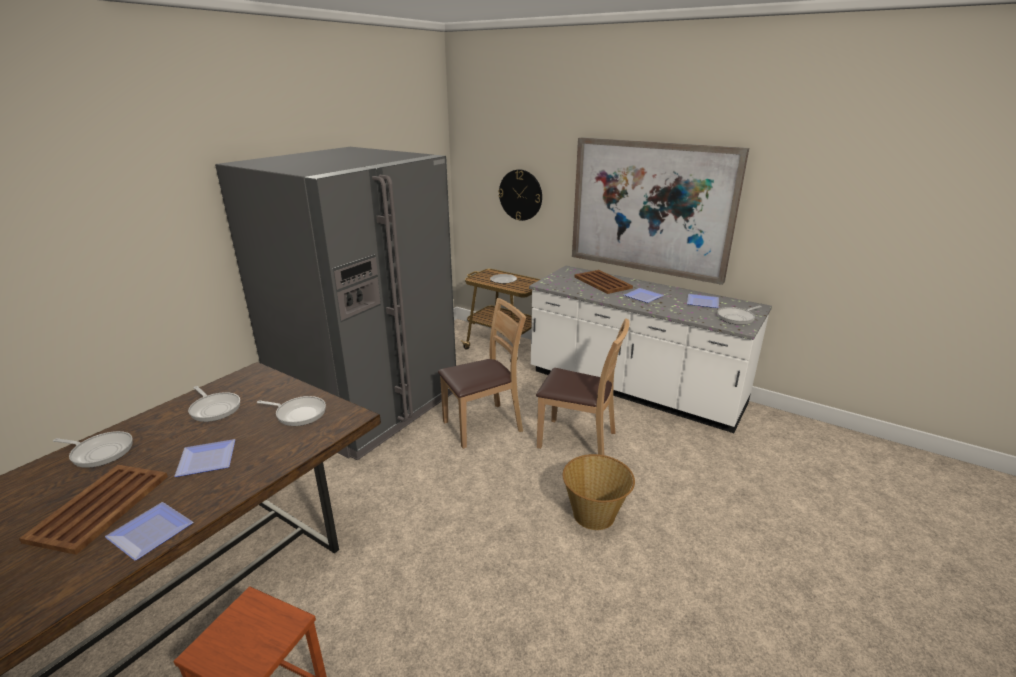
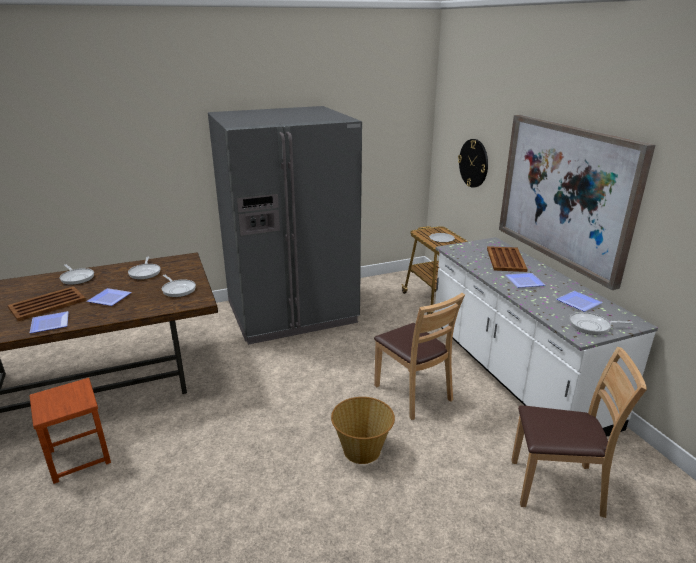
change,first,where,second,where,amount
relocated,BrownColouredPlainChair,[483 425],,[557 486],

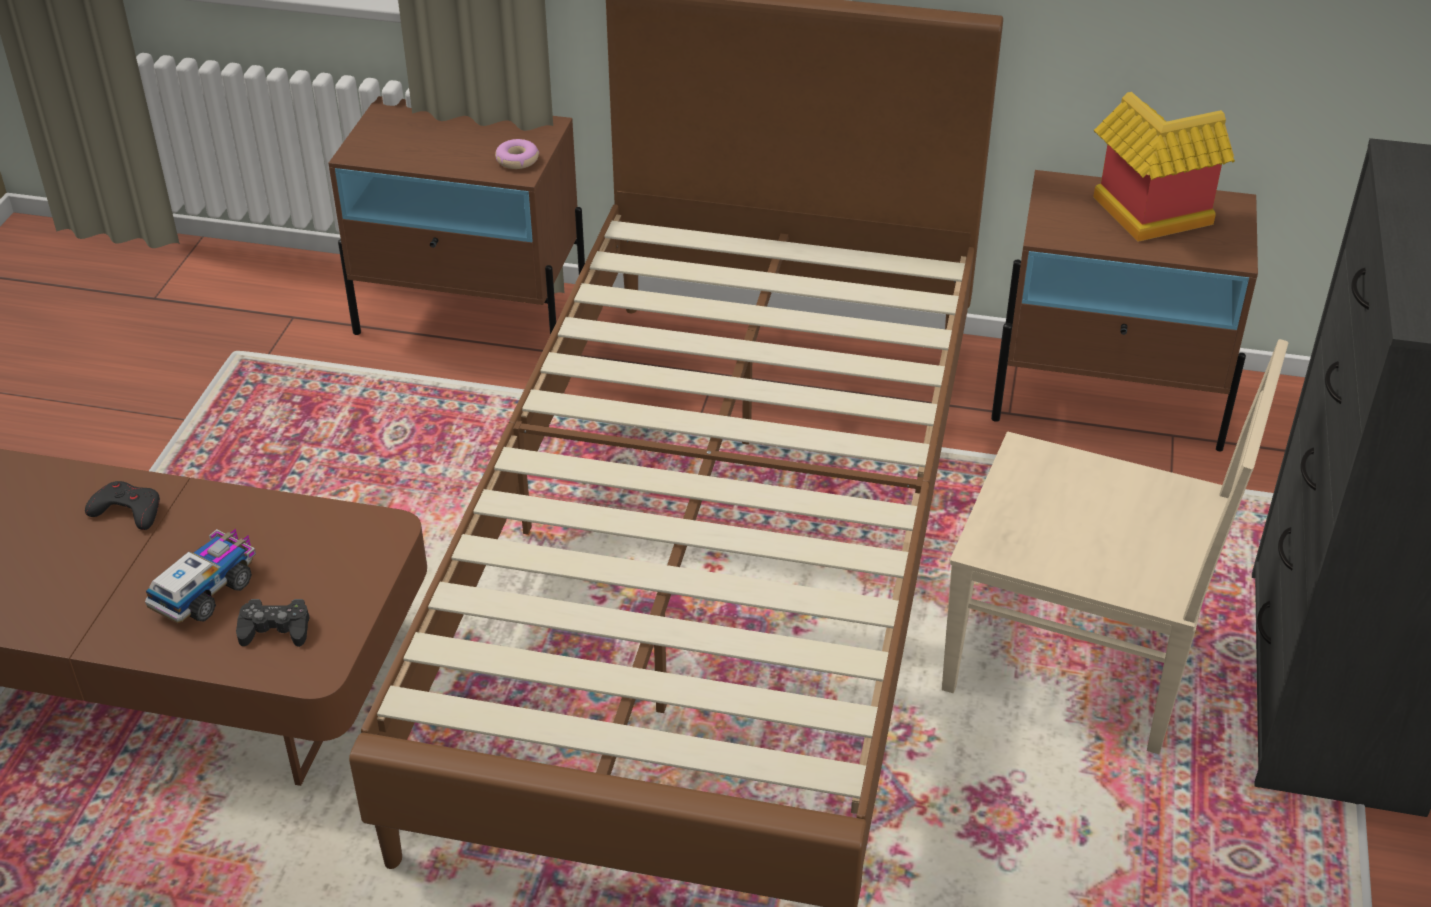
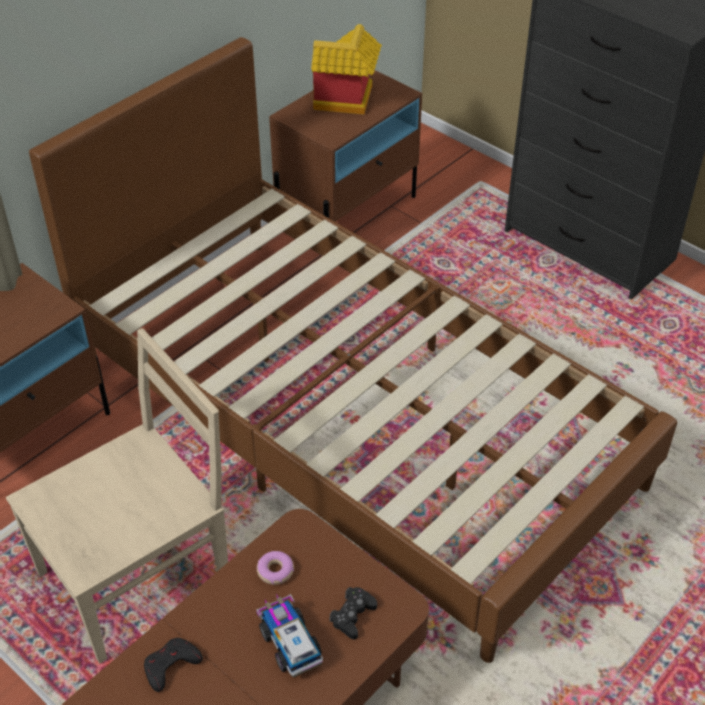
change,first,where,second,where,amount
relocated,RingDoughnut,[517 160],,[275 571],
relocated,BeigeColouredPlainChair,[1079 660],,[138 576],

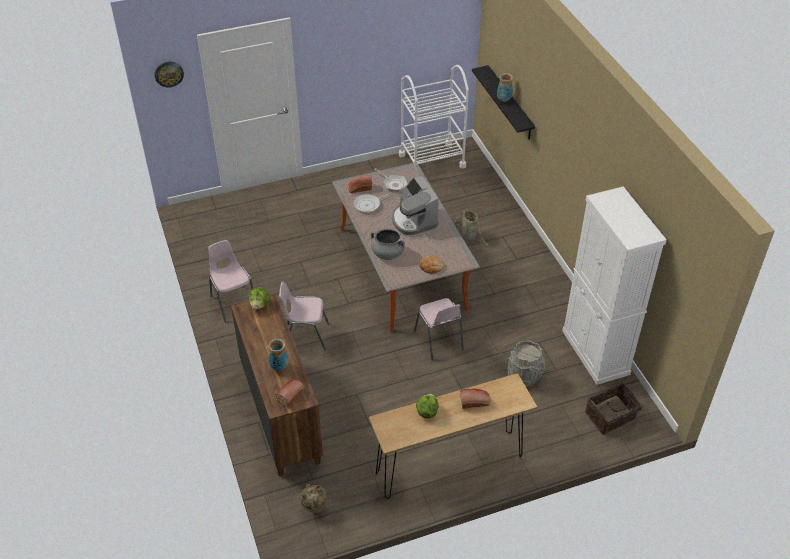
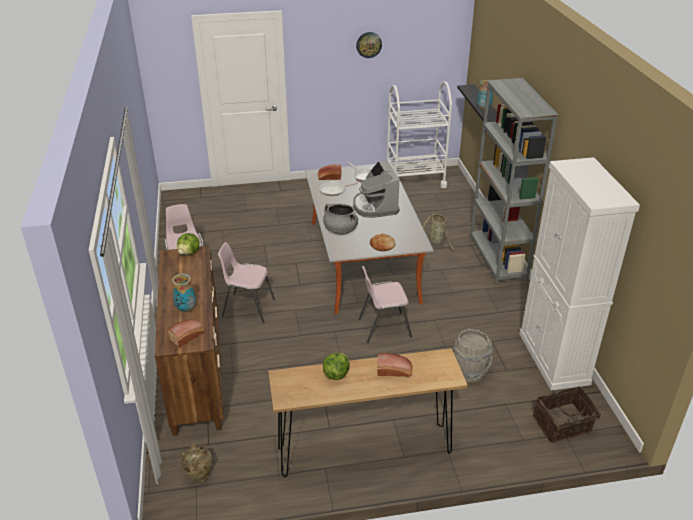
change,first,where,second,where,amount
relocated,ClockOnTheWall,[169 74],,[368 44],
spun,PinkishPlainChair,[439 340],,[384 327],90 degrees clockwise
appeared,,,GreyBookshelf,[497 259],

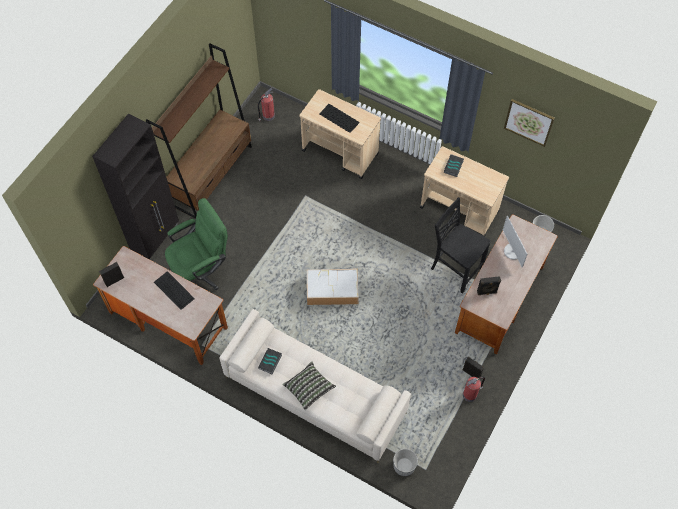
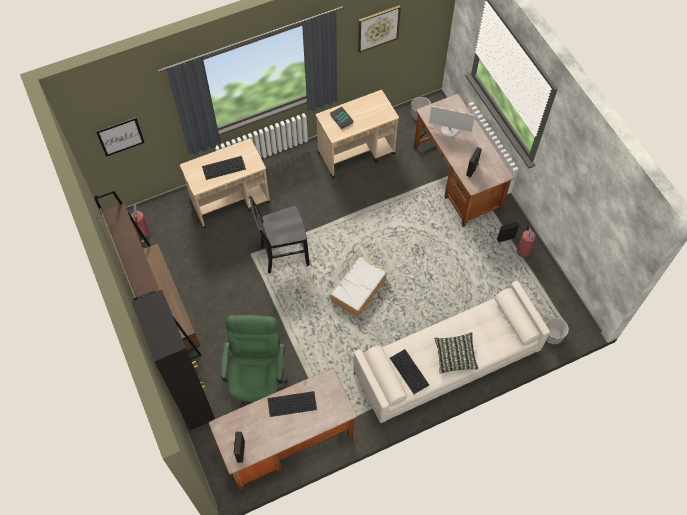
change,first,where,second,where,amount
exchanged,Book,[270 362],PcKeyboard,[409 371],
relocated,BlackishPlainChair,[455 268],,[283 255],
appeared,,,WallPicture,[120 136],

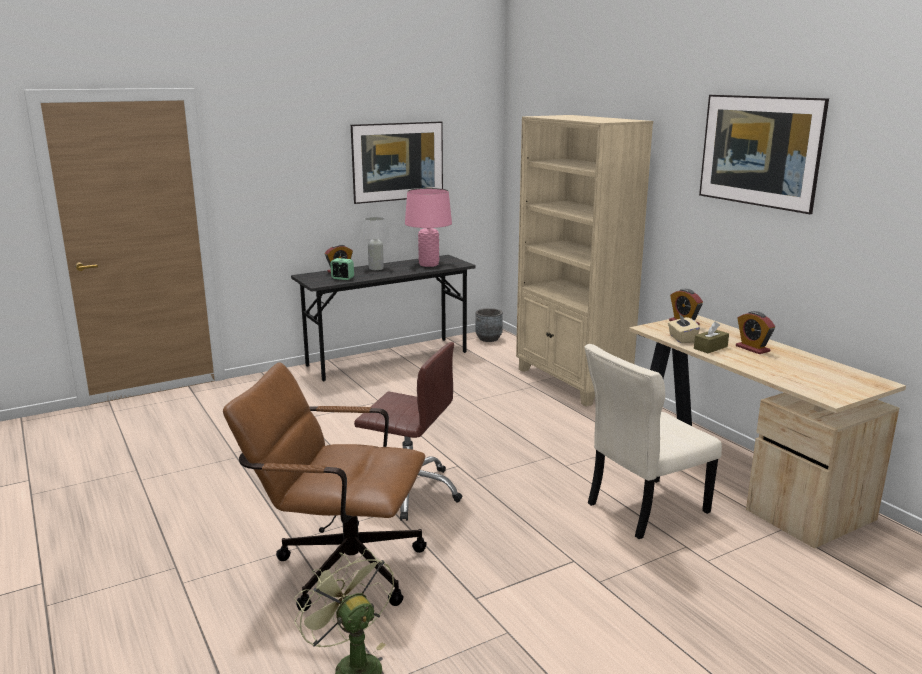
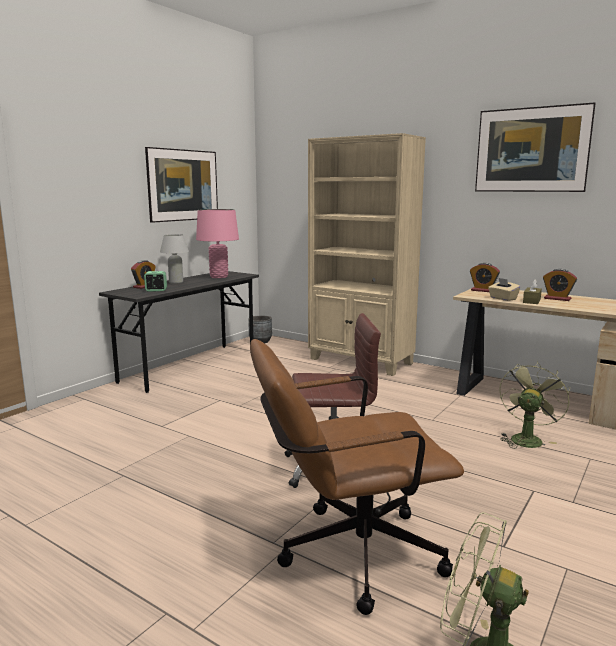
change,first,where,second,where,amount
exchanged,BeigeColouredPlainChair,[643 509],GreenishCoolingFan,[526 438],

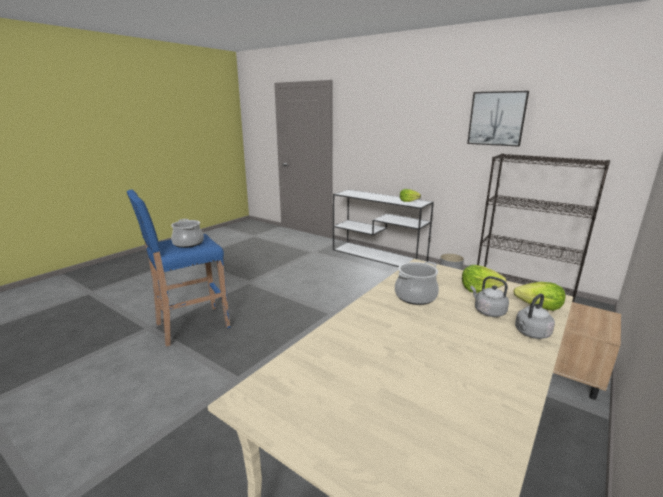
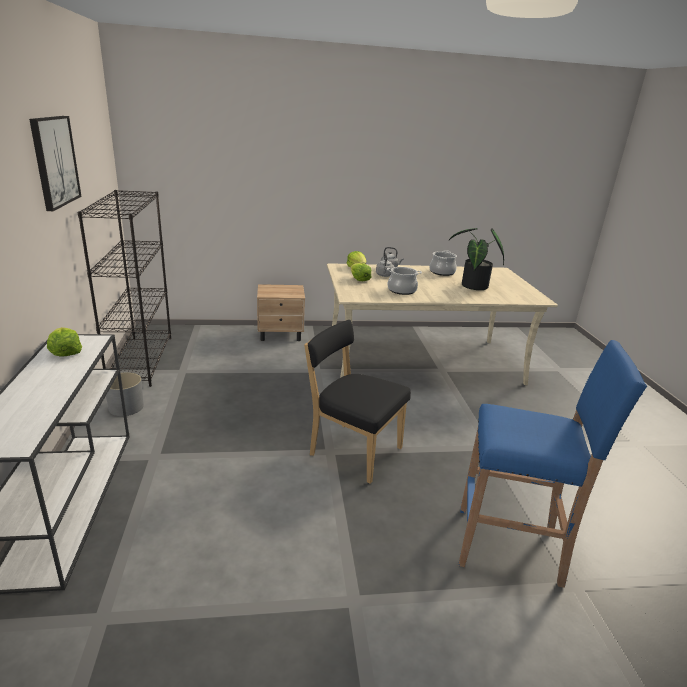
change,first,where,second,where,amount
relocated,Stockpot,[188 243],,[441 272],
appeared,,,BlackishPlainChair,[352 450],
appeared,,,PlantInAPot,[472 286],

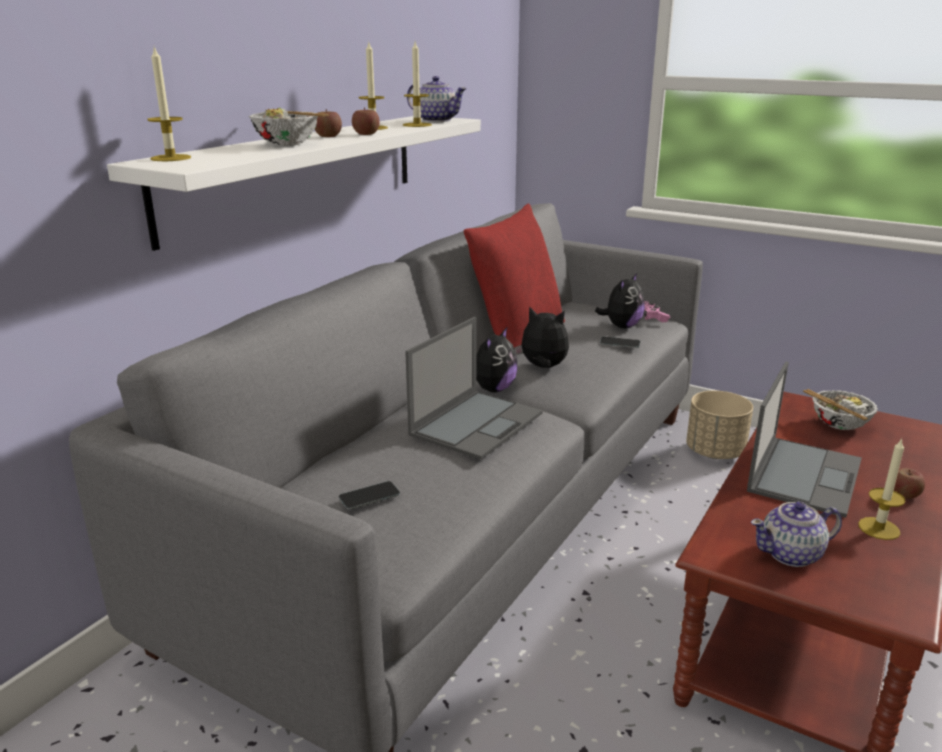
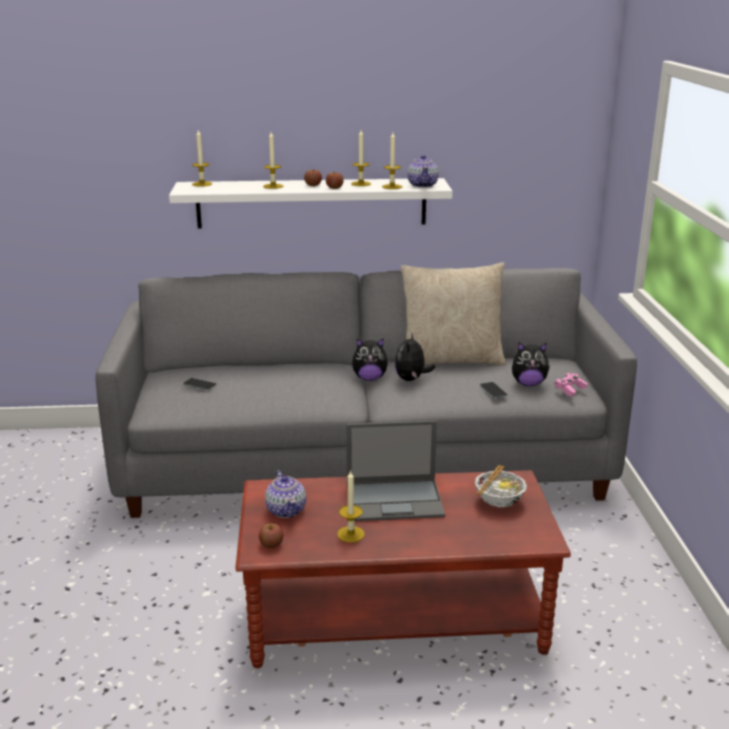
change,first,where,second,where,amount
exchanged,ServingBowl,[287 144],WaxCandle,[273 186],
missing,PortableComputer,[477 423],,,
colour,RedColouredCushion,[516 337],BeigeColouredCushion,[451 360],
spun,PlushToy,[543 367],,[411 379],150 degrees counterclockwise
missing,BeigeColouredPlantPot,[714 452],,,
spun,TeaPot,[791 554],,[286 510],150 degrees counterclockwise
relocated,Apple,[904 494],,[271 544],

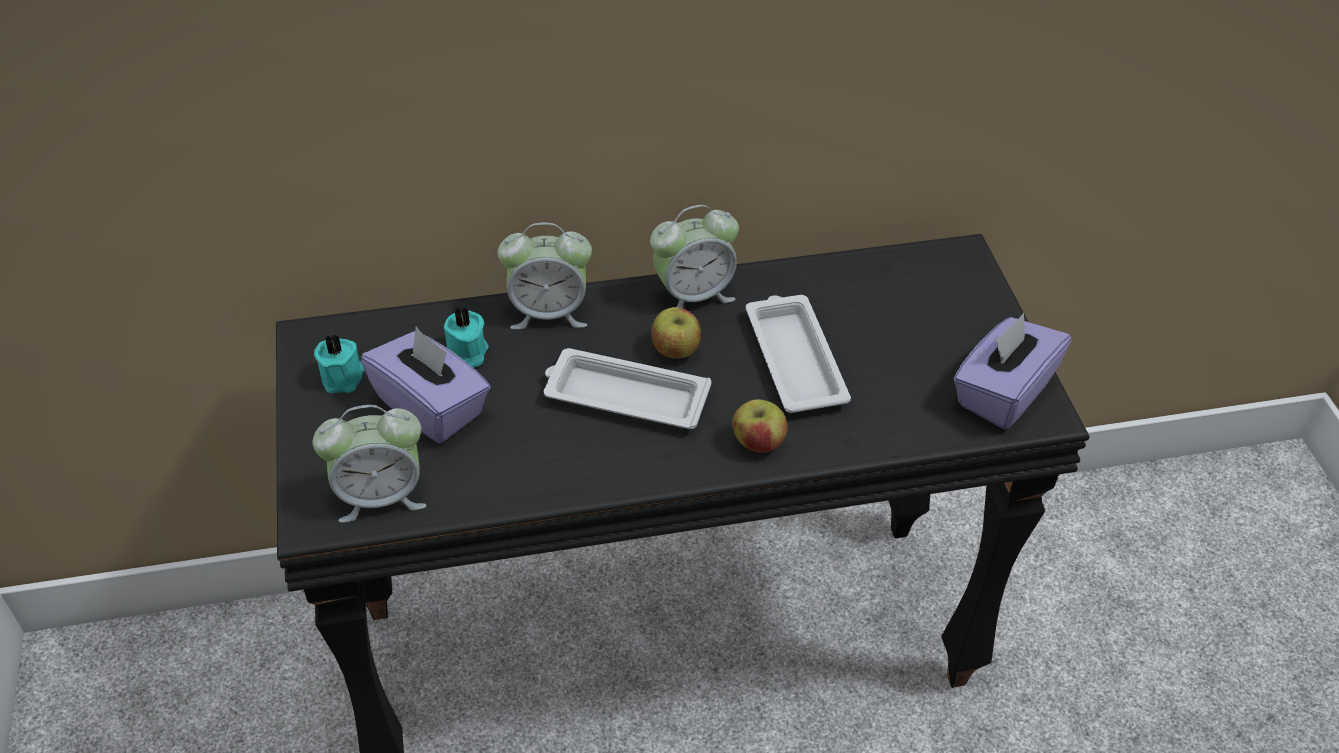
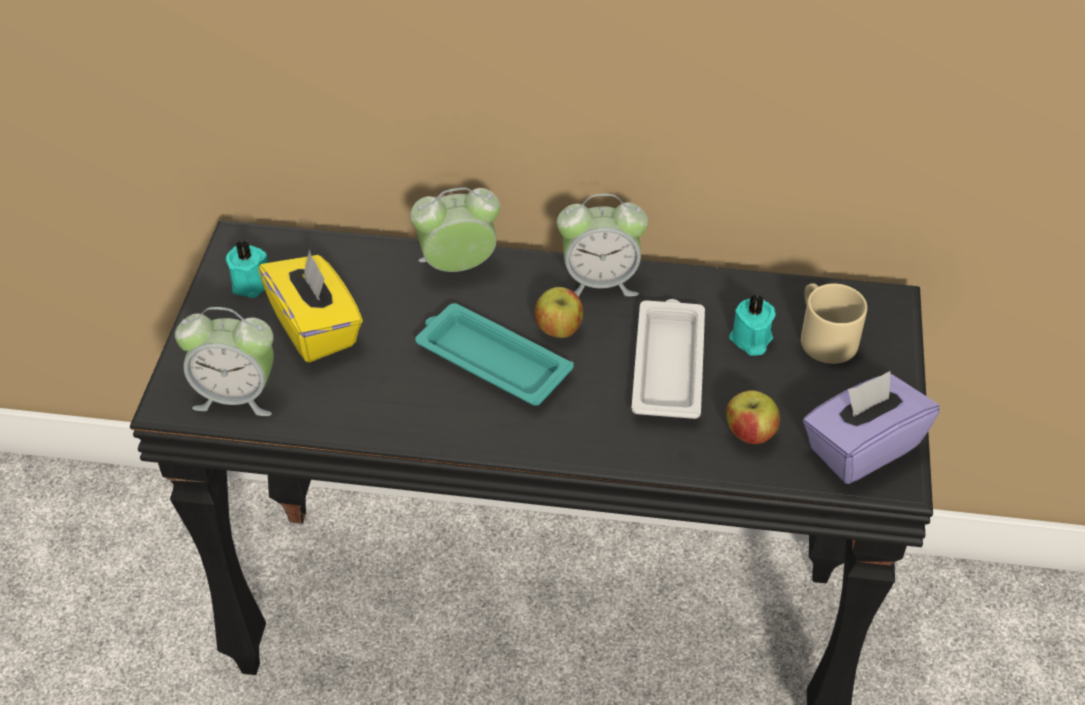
change,first,where,second,where,amount
colour,PurpleTissueHolder,[432 407],YellowTissueHolder,[316 328],
relocated,TurquoiseColouredWaxCandle,[467 353],,[750 340],
spun,TableClock,[548 312],,[458 267],150 degrees clockwise
colour,WhiteColouredCarryingTray,[624 396],TurquoiseColouredCarryingTray,[490 361],
relocated,Apple,[758 443],,[750 434],
appeared,,,BeigeColouredMug,[822 336],

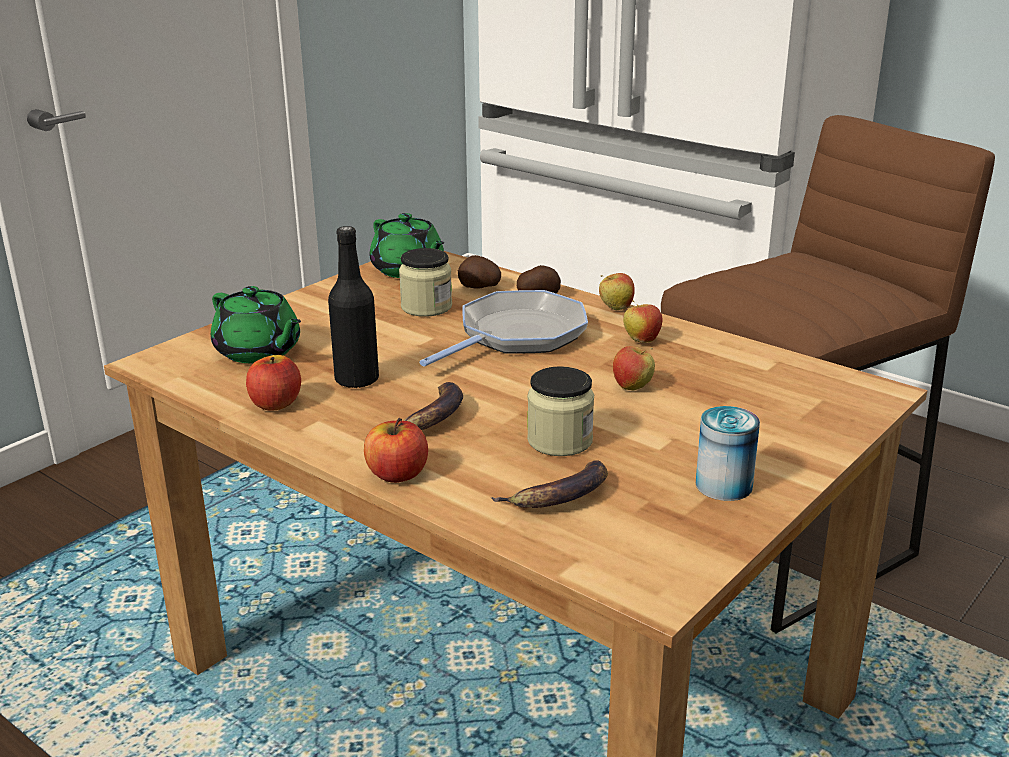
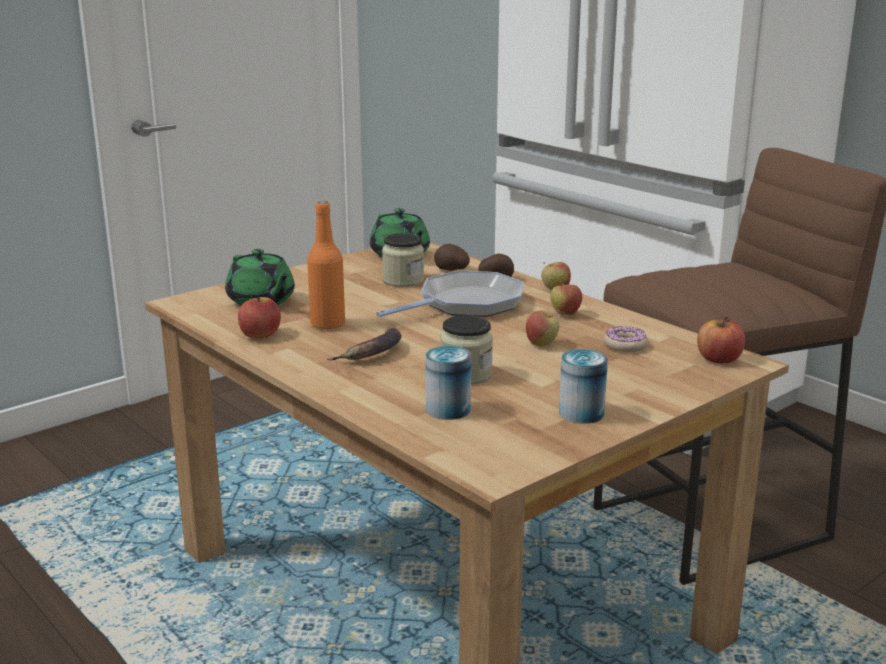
change,first,where,second,where,amount
colour,BlackishDrinkBottle,[357 380],OrangeColouredDrinkBottle,[327 324],
relocated,Apple,[397 474],,[719 359],
exchanged,WholeBanana,[559 496],Can,[448 409],
appeared,,,RingDoughnut,[625 345],

